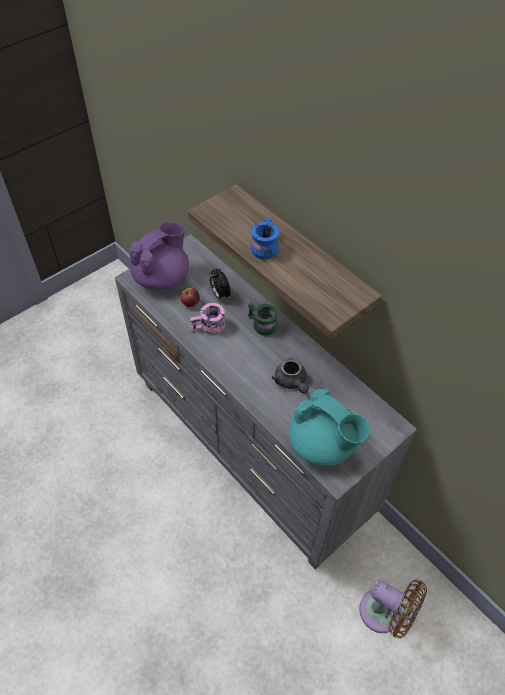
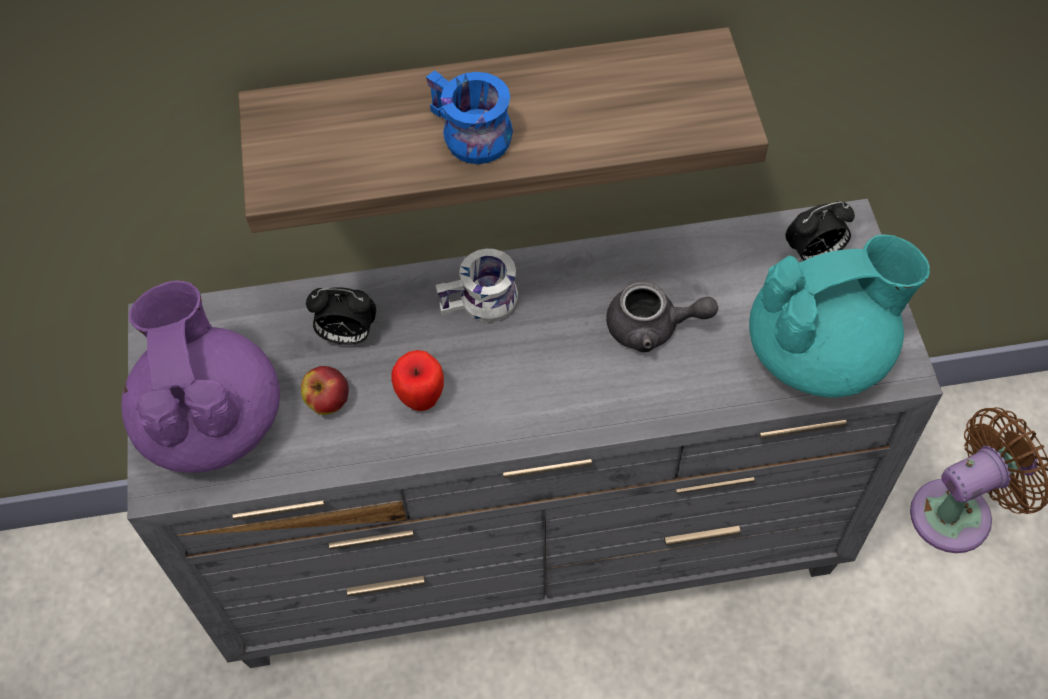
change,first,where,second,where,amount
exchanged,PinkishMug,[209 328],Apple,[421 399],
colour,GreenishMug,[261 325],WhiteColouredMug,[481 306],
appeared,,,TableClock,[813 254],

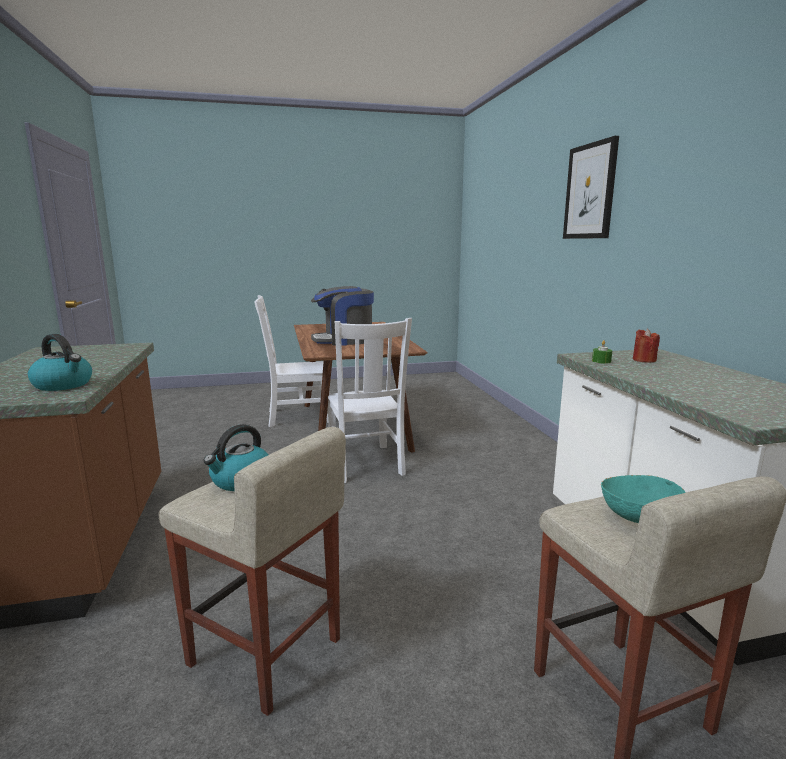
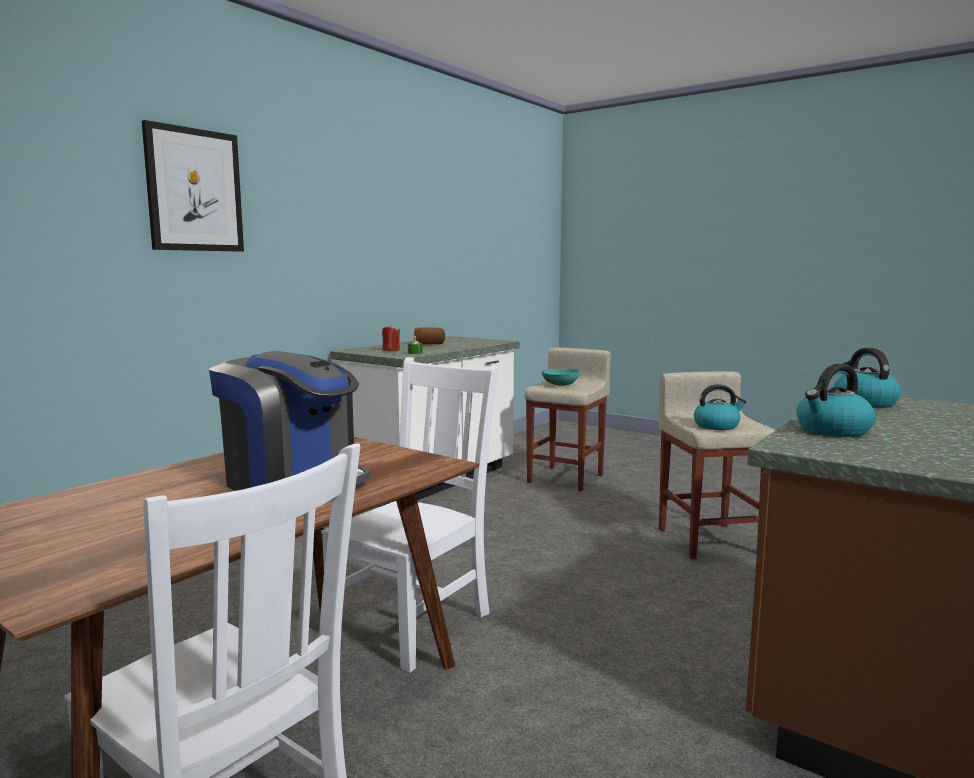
change,first,where,second,where,amount
appeared,,,BakeryBread,[429 344],
appeared,,,TeaKettle,[832 431],

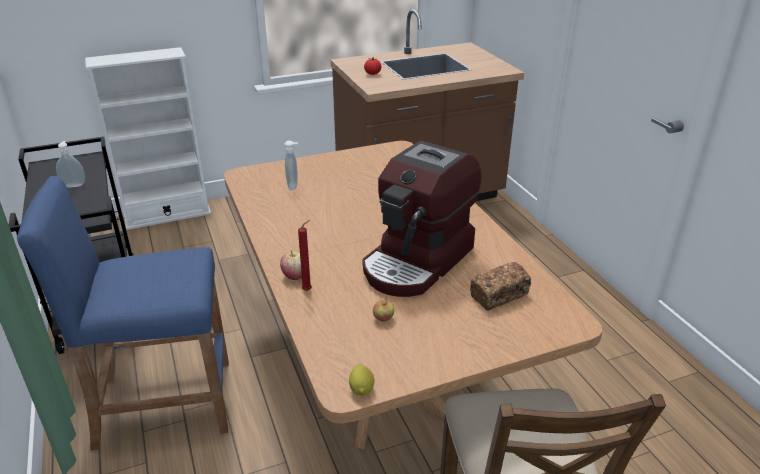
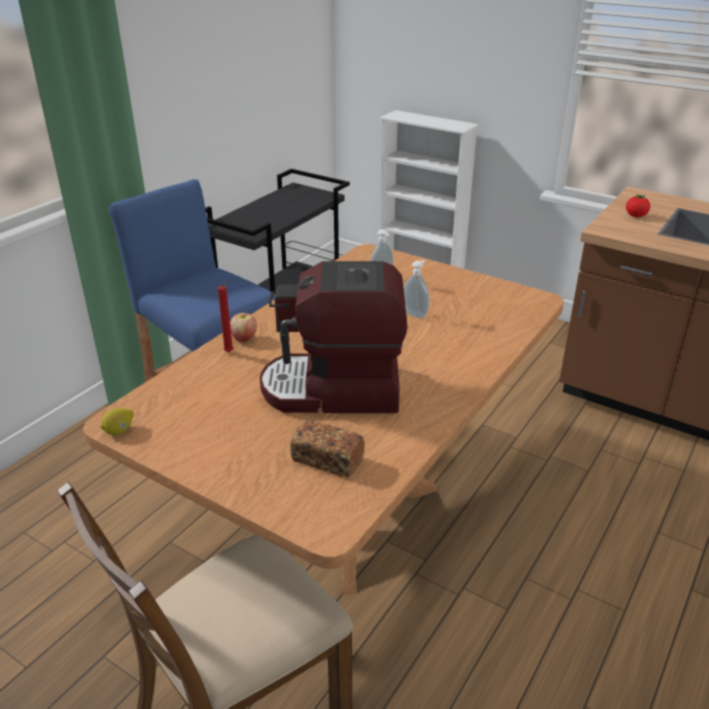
change,first,where,second,where,amount
relocated,LiquidSoapBottle,[74 185],,[416 314],
missing,Apple,[383 318],,,

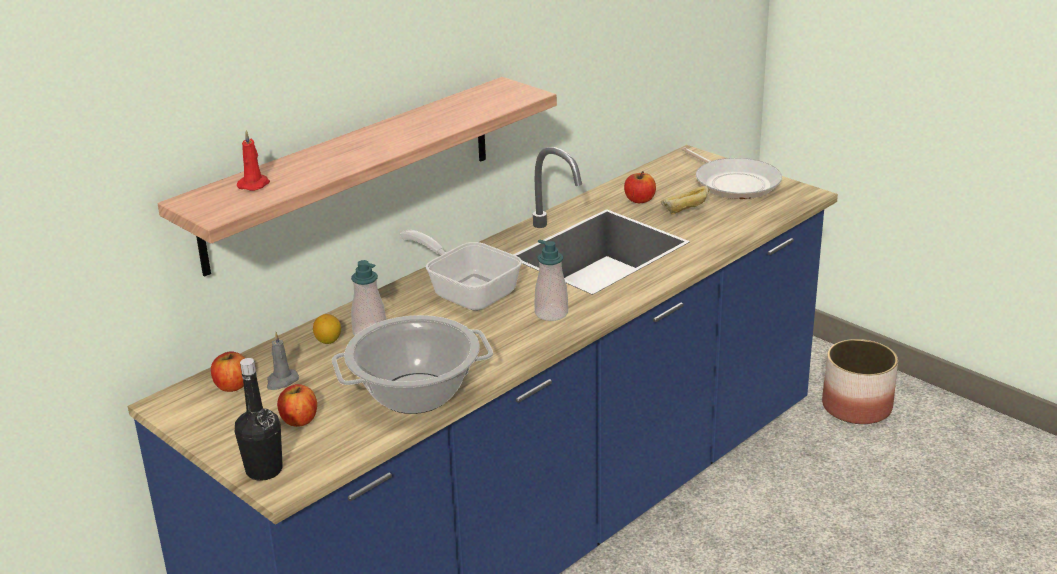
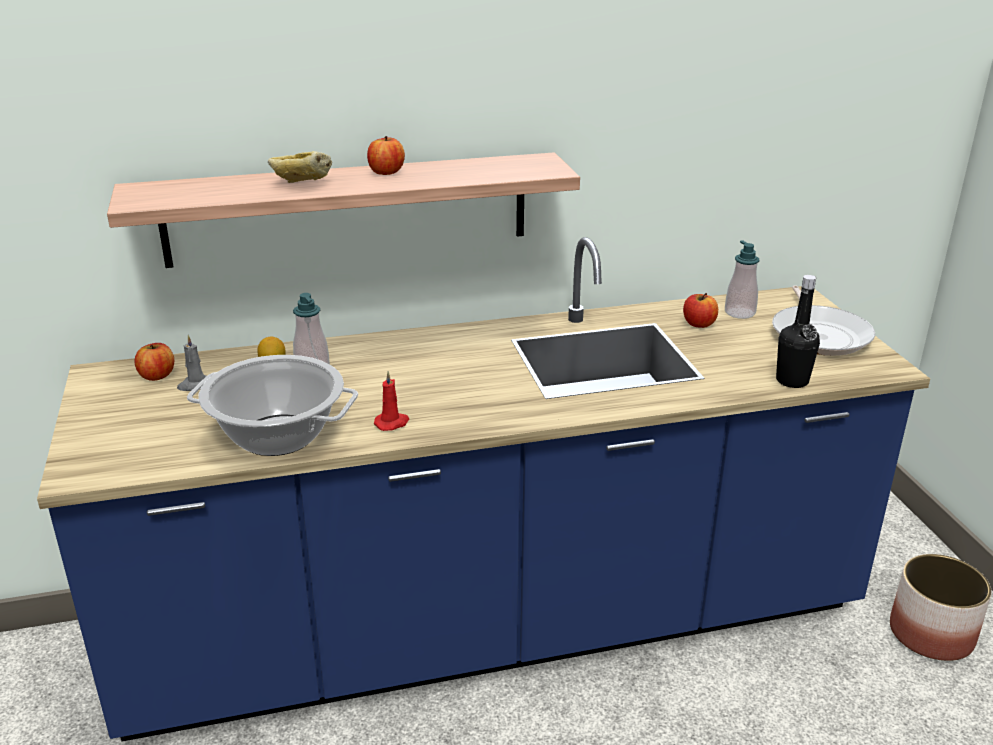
change,first,where,second,where,amount
relocated,BlackishDrinkBottle,[264 470],,[792 381],
relocated,RedColouredWaxCandle,[255 184],,[392 423],
relocated,Apple,[299 420],,[386 172],
missing,Skillet,[467 291],,,
relocated,LiquidSoapBottle,[551 313],,[739 313],
relocated,BakeryBread,[685 214],,[302 185],

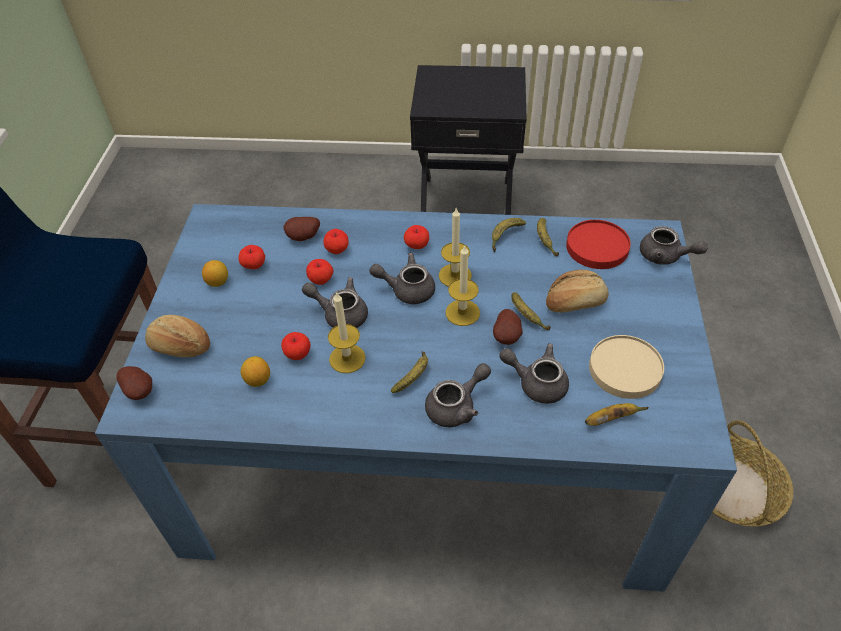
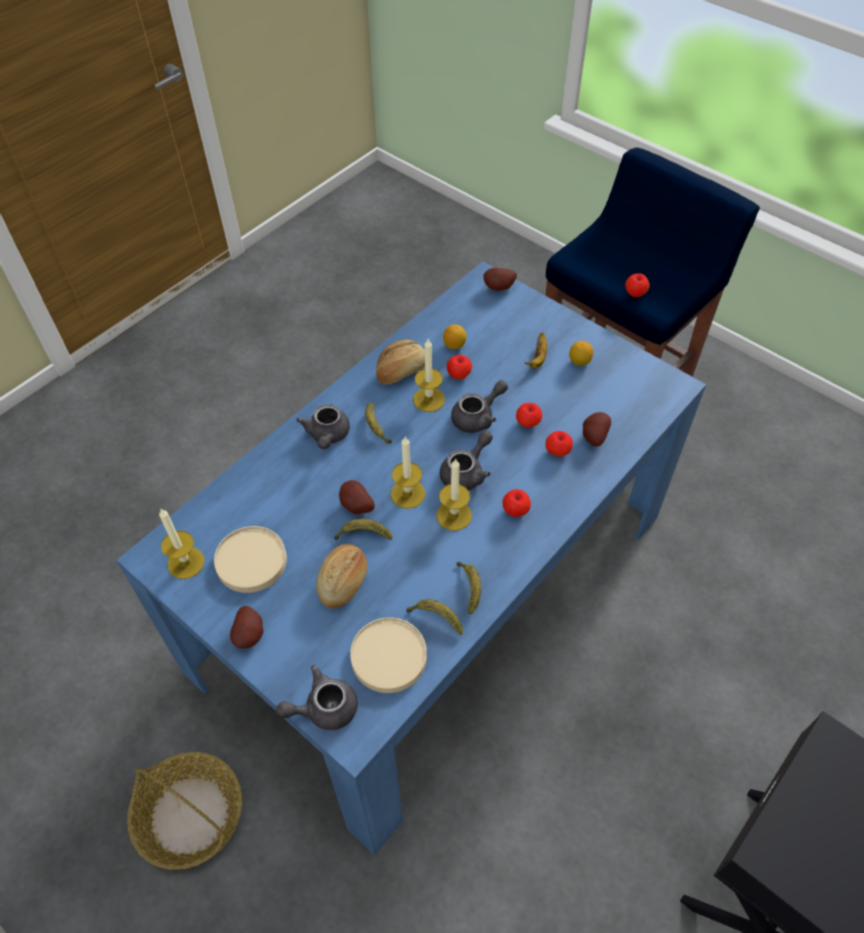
change,first,where,second,where,amount
relocated,BakeryBread,[180 347],,[401 371],
relocated,Apple,[254 266],,[635 293],
missing,GreyTeaPot,[536 382],,,
colour,RedColouredFlatDish,[597 247],BeigeColouredFlatDish,[388 656],
relocated,WholeBanana,[610 419],,[538 358],
appeared,,,WaxCandle,[186 562],
appeared,,,WholePotato,[251 634],

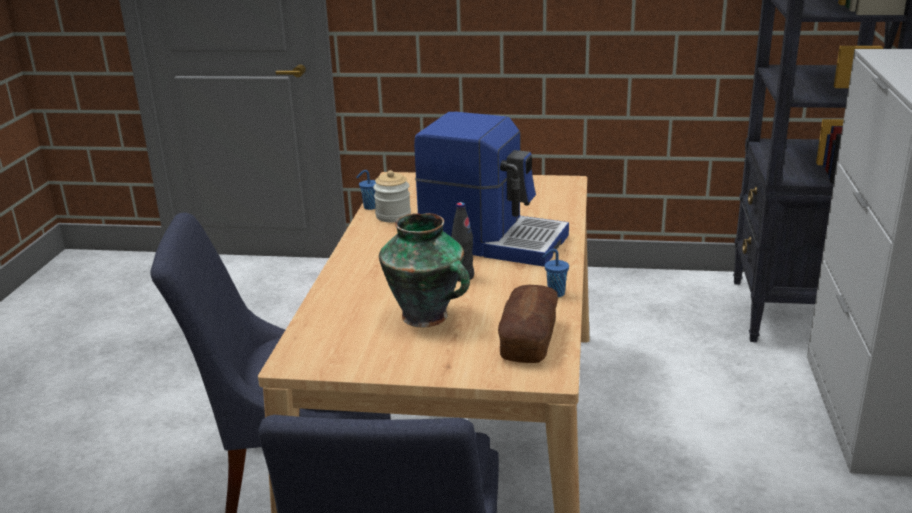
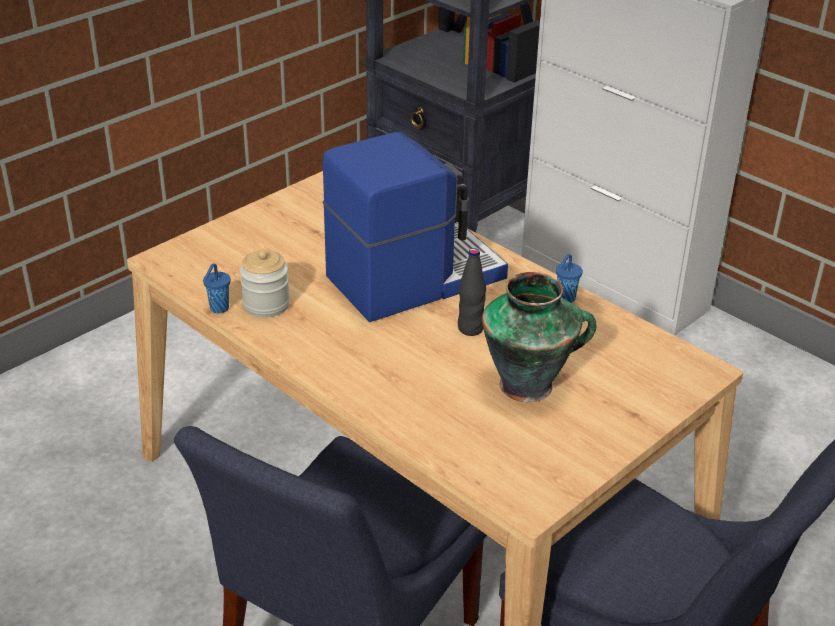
change,first,where,second,where,amount
missing,BakeryBread,[528 340],,,

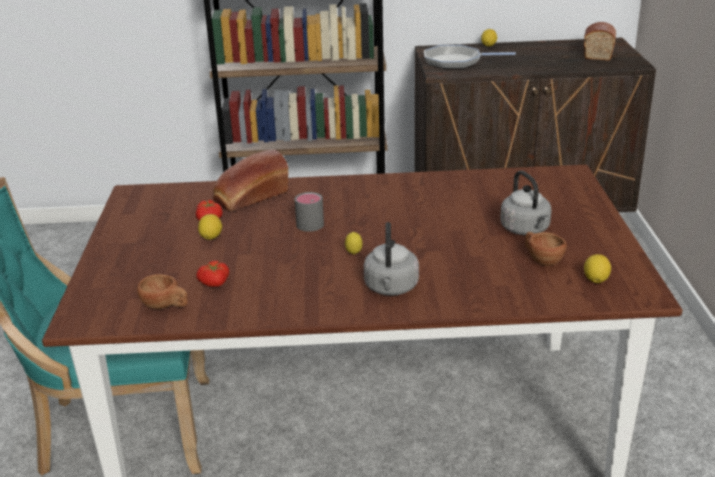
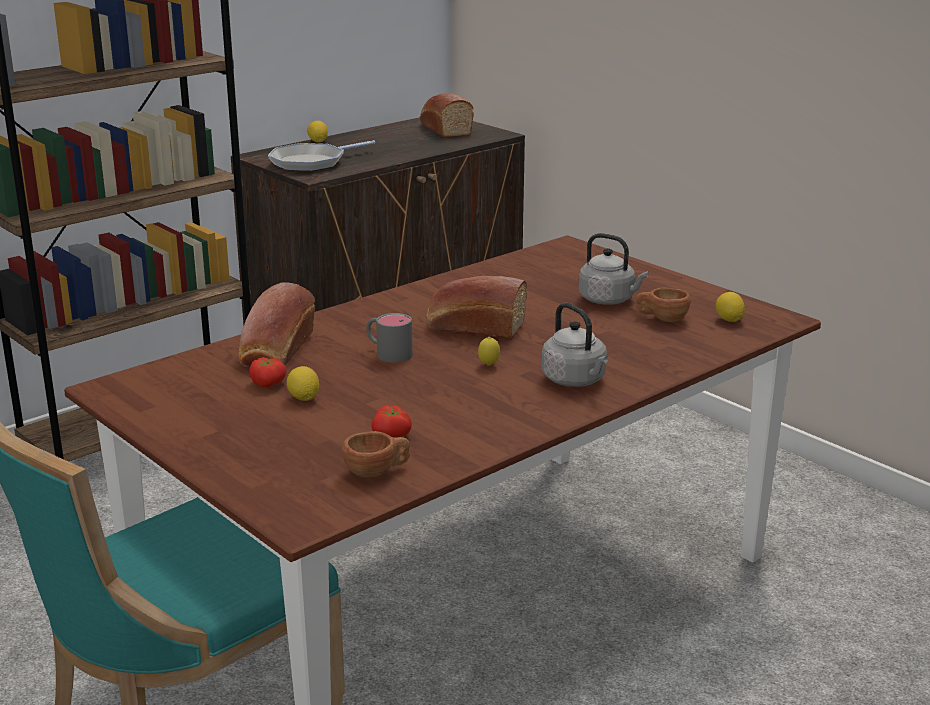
change,first,where,second,where,amount
appeared,,,BakeryBread,[473 327],

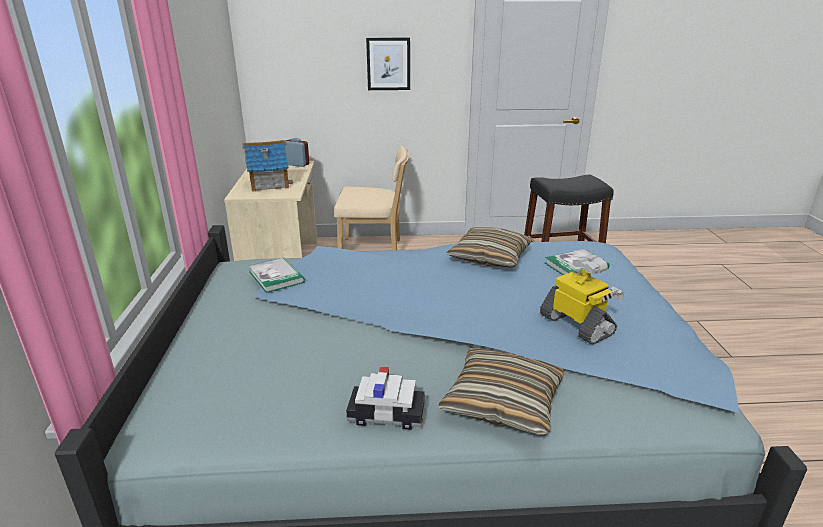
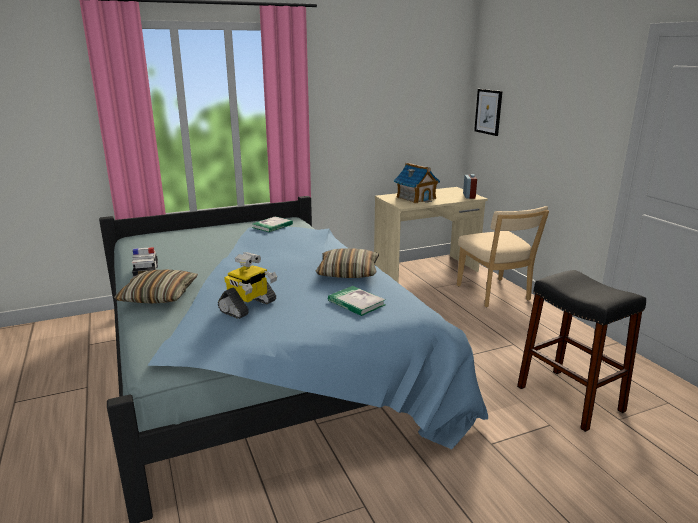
change,first,where,second,where,amount
relocated,WallPicture,[388 64],,[488 112],

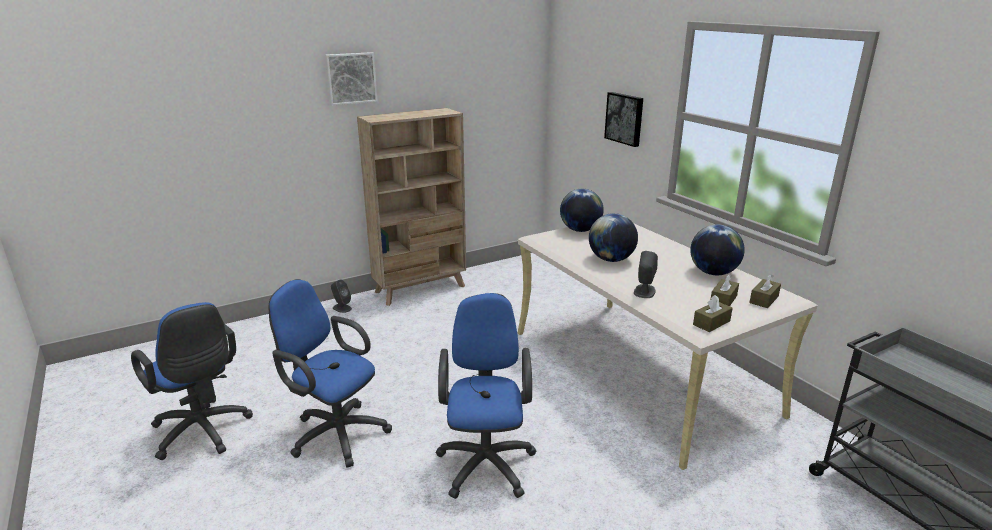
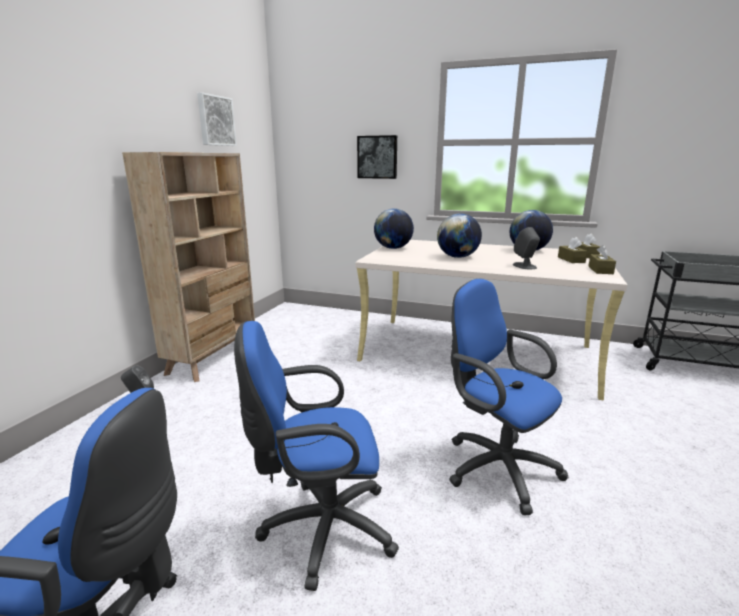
change,first,where,second,where,amount
relocated,WallPicture,[351 78],,[215 121],

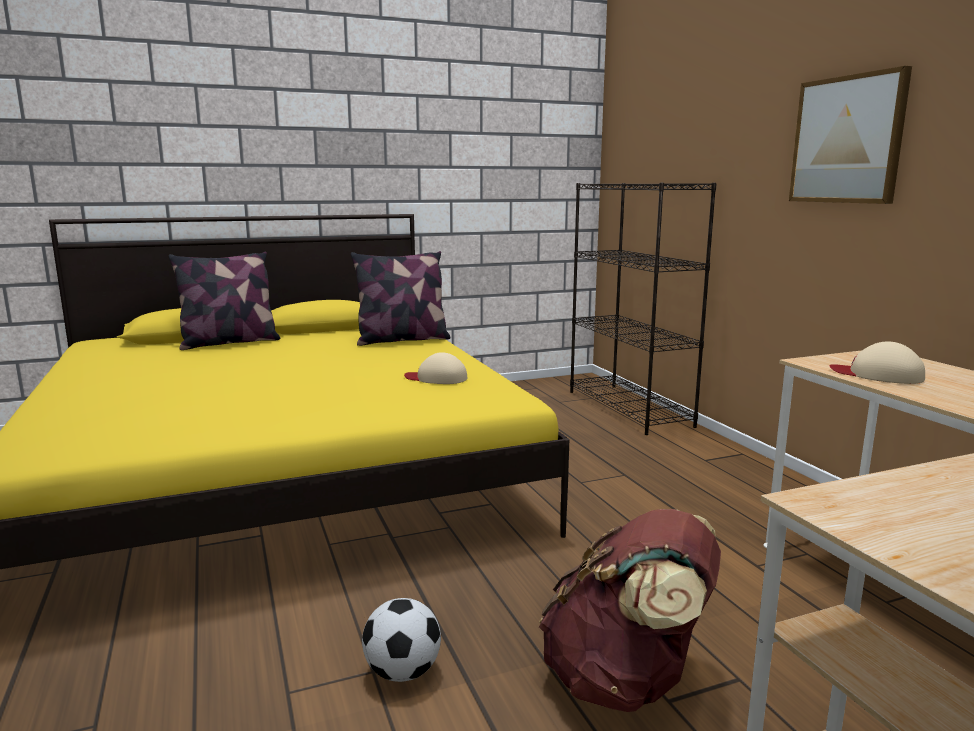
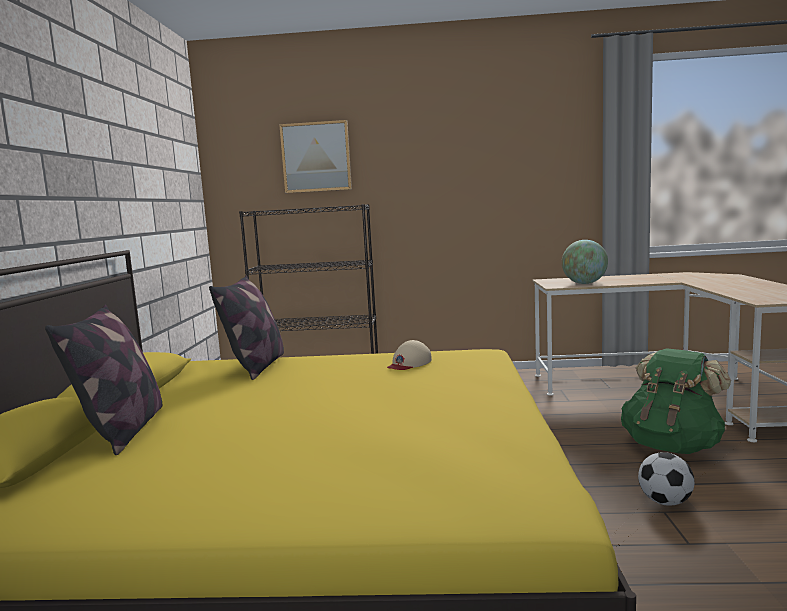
change,first,where,second,where,amount
colour,BrownColouredKnapsack,[626 680],GreenishKnapsack,[672 446],
relocated,WallPicture,[847 140],,[316 157],
exchanged,BeigeColouredCap,[877 375],Globe,[584 283],

